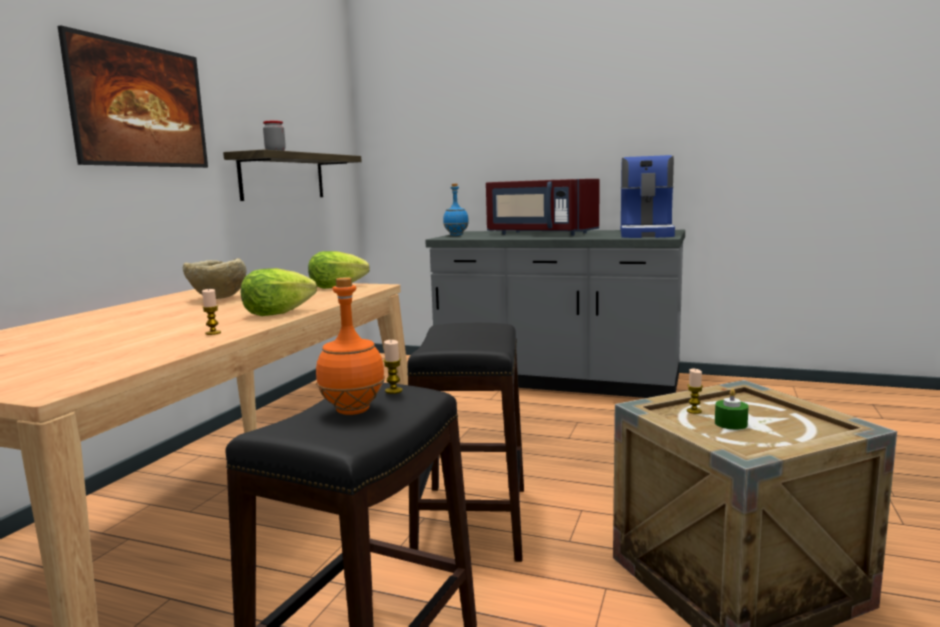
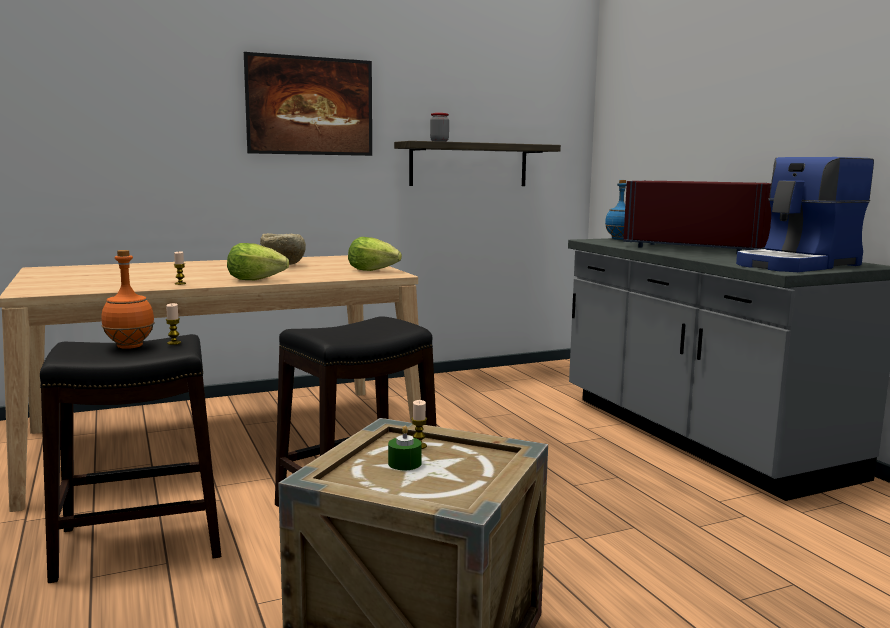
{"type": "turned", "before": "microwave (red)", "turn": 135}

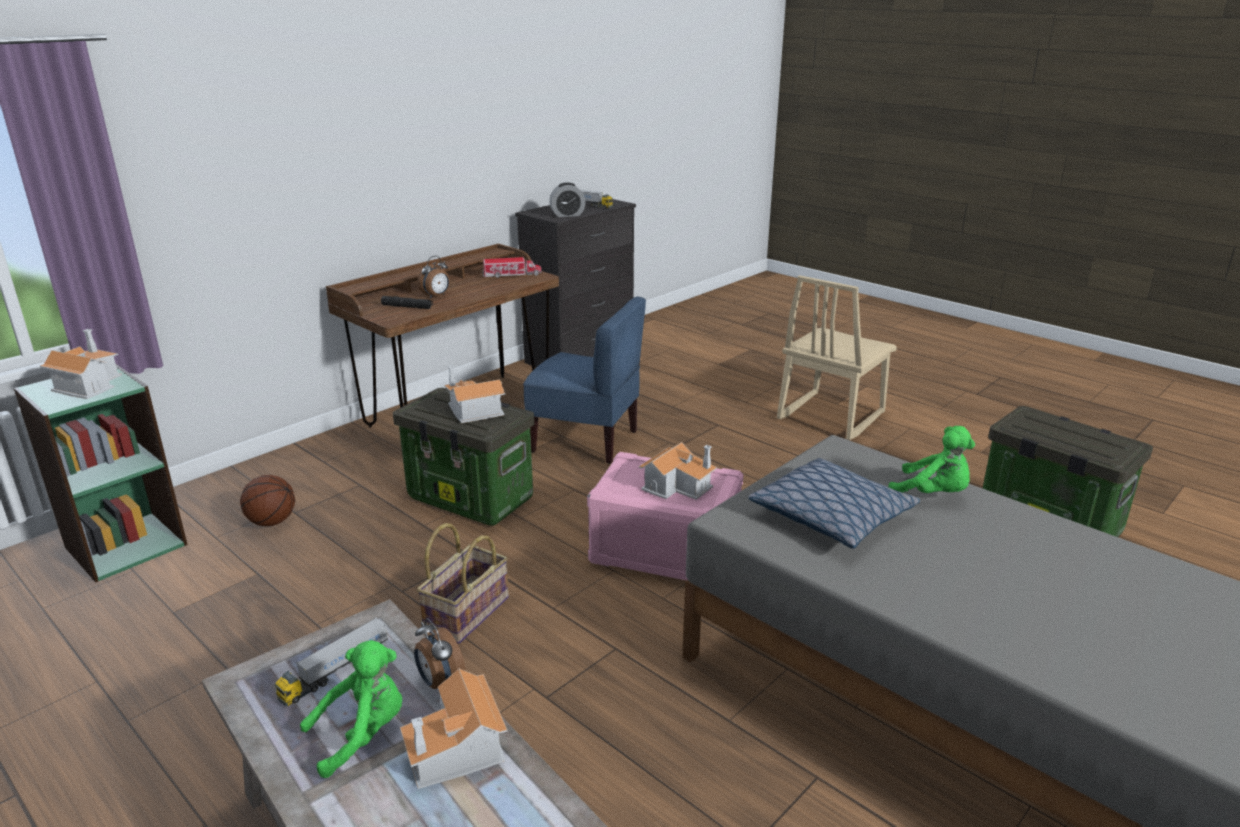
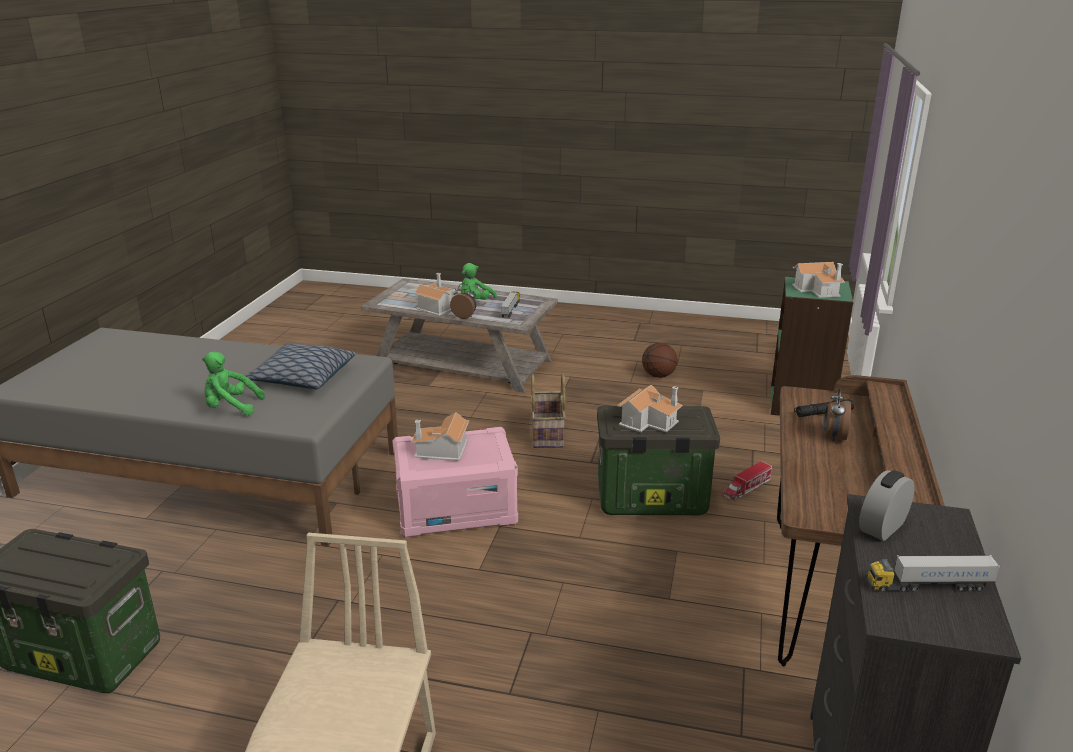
{"type": "moved", "before": "basketball"}
{"type": "moved", "before": "toy truck (2nd from left)"}
{"type": "removed", "before": "chair (blue)"}

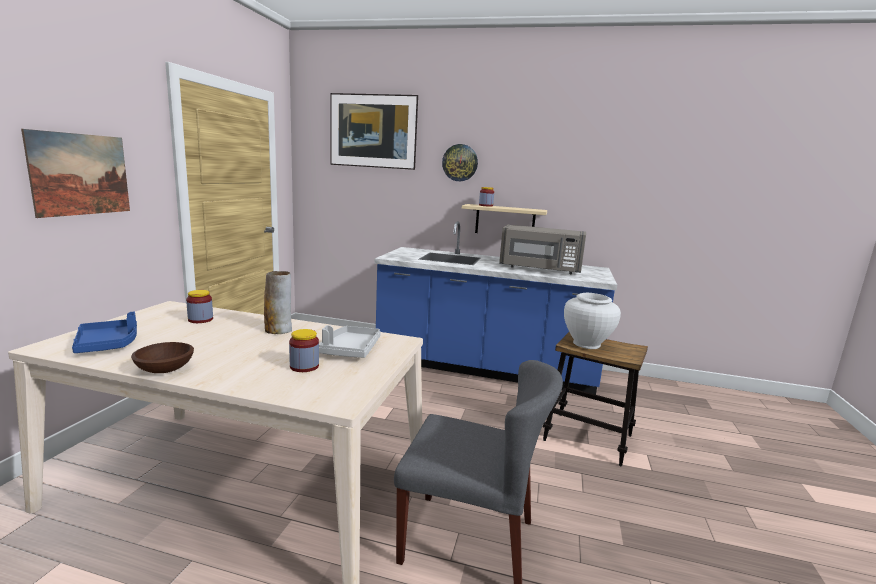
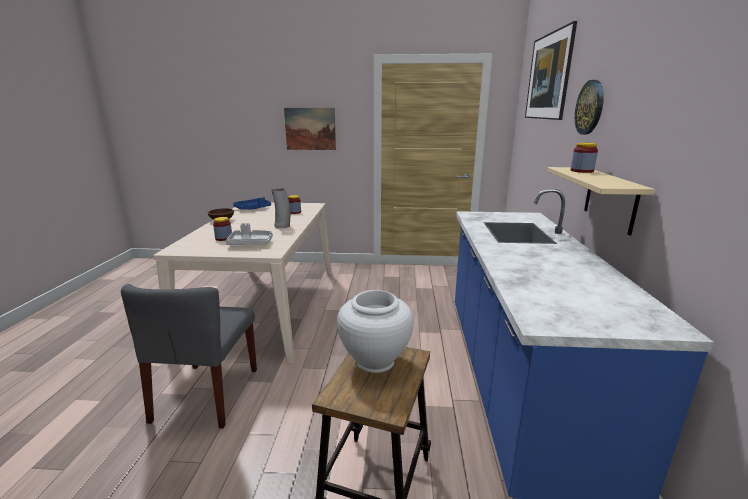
{"type": "removed", "before": "microwave (grey)"}

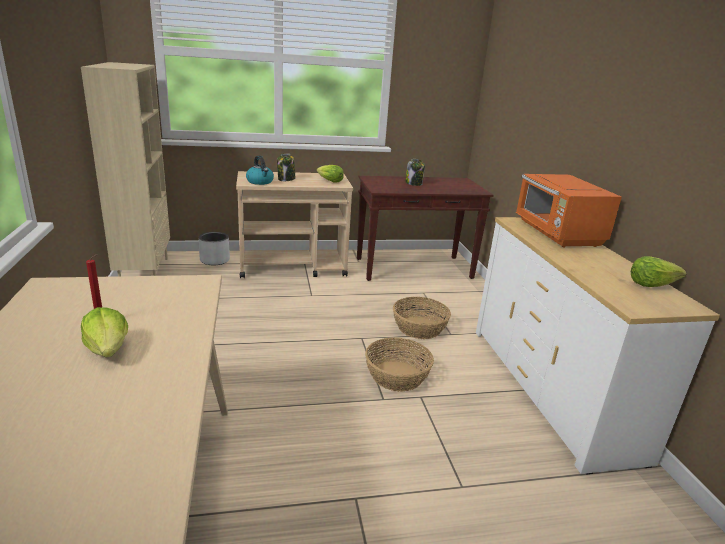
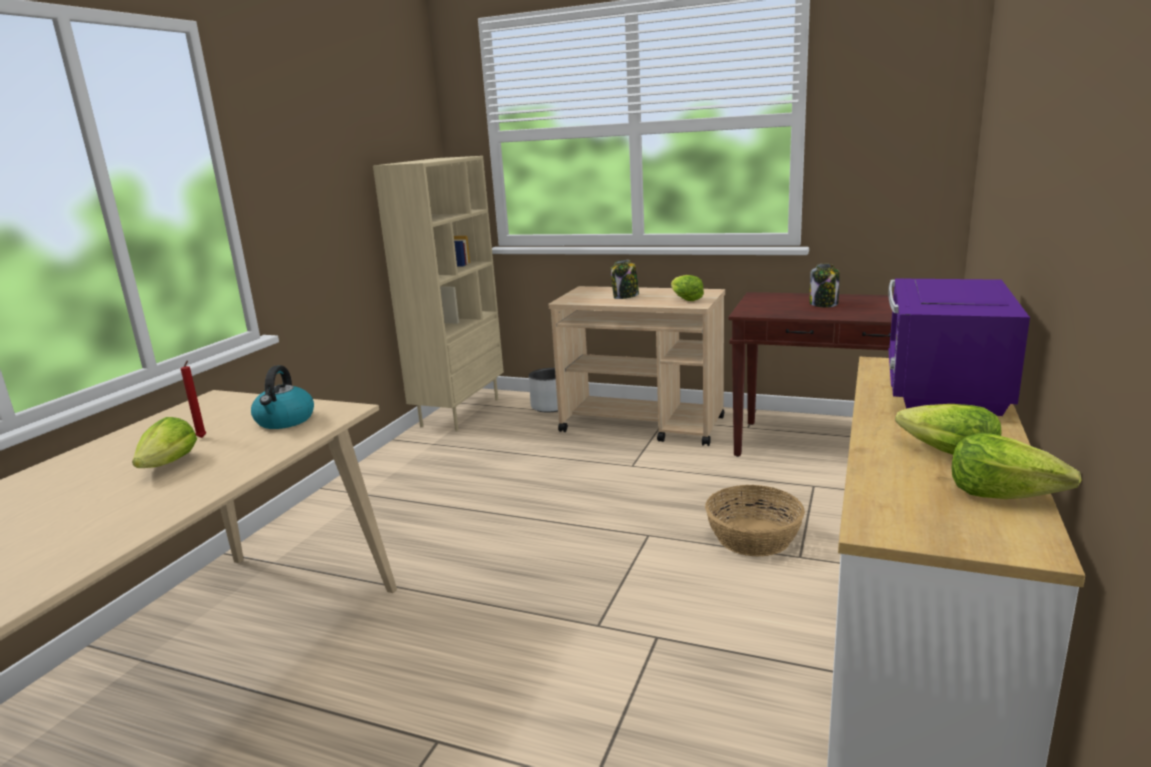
{"type": "moved", "before": "kettle"}
{"type": "recoloured", "before": "microwave (orange)", "after": "microwave (purple)"}
{"type": "added", "after": "lettuce (3rd from left)"}
{"type": "removed", "before": "basket (1st from left)"}

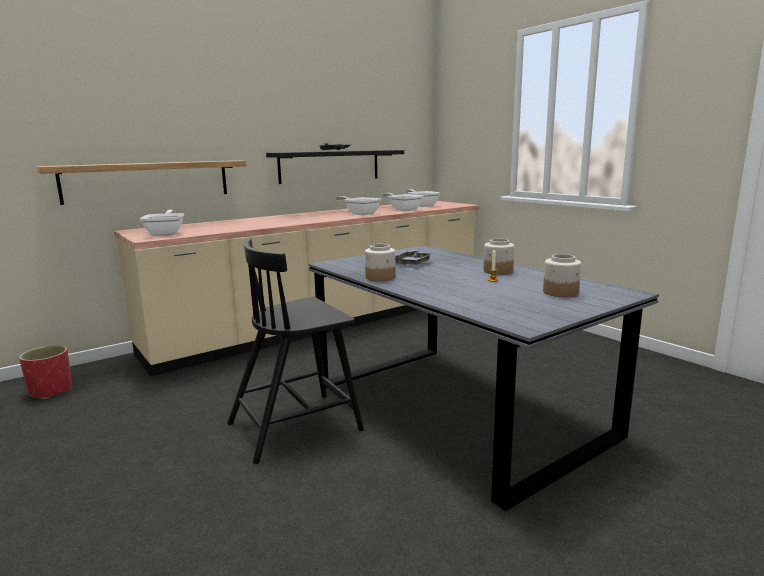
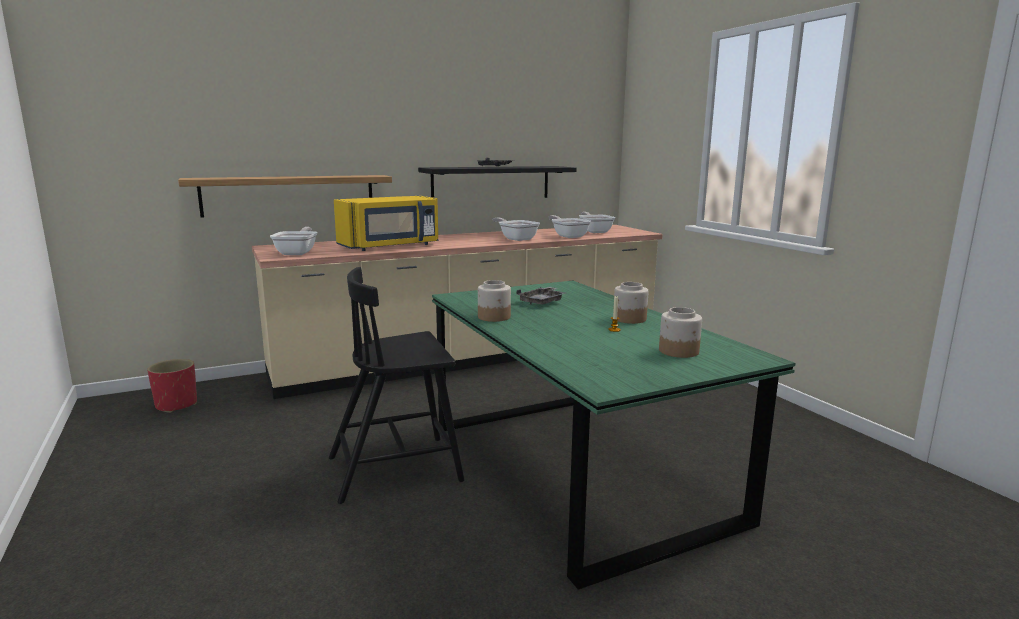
{"type": "added", "after": "microwave (yellow)"}
{"type": "recoloured", "before": "dining table (grey)", "after": "dining table (green)"}

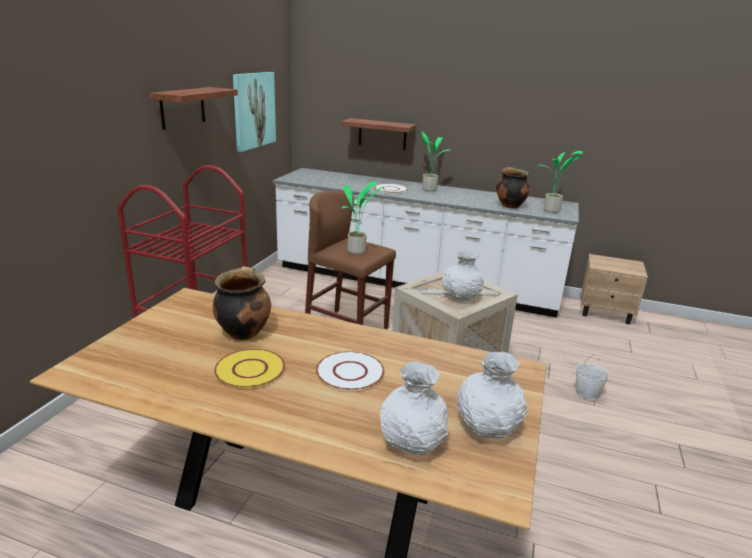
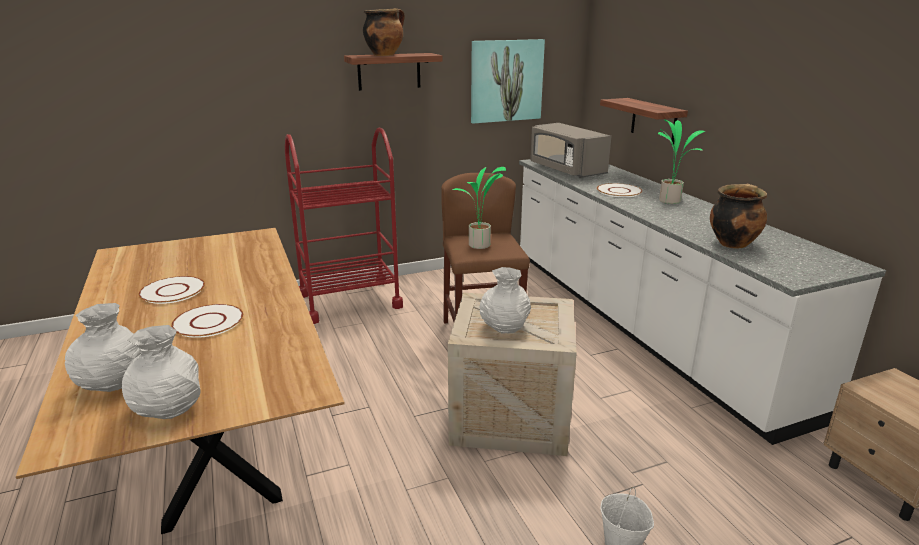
{"type": "recoloured", "before": "plate (yellow)", "after": "plate (white) (1st from left)"}
{"type": "moved", "before": "cooking pot (1st from left)"}
{"type": "added", "after": "microwave (grey)"}
{"type": "removed", "before": "potted plant (3rd from left)"}

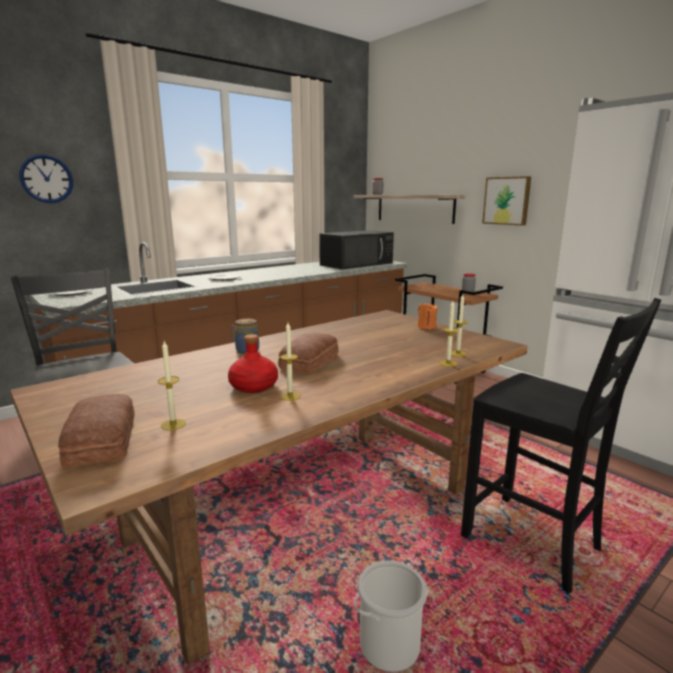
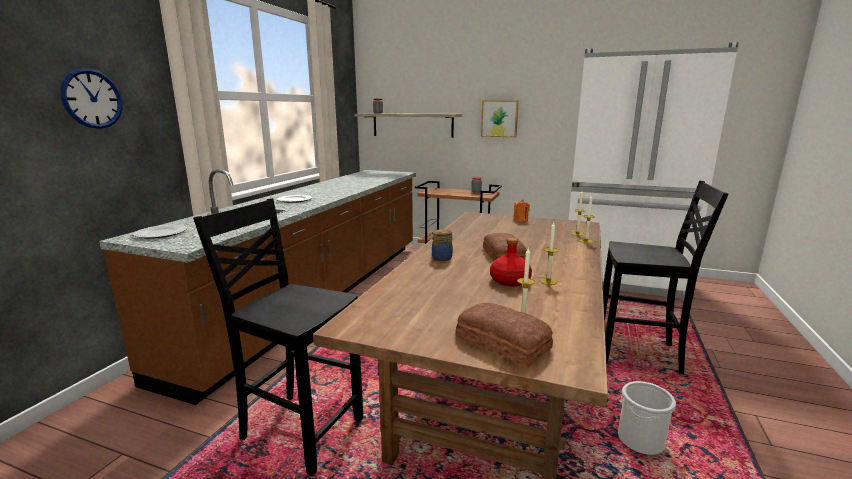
{"type": "removed", "before": "microwave (black)"}

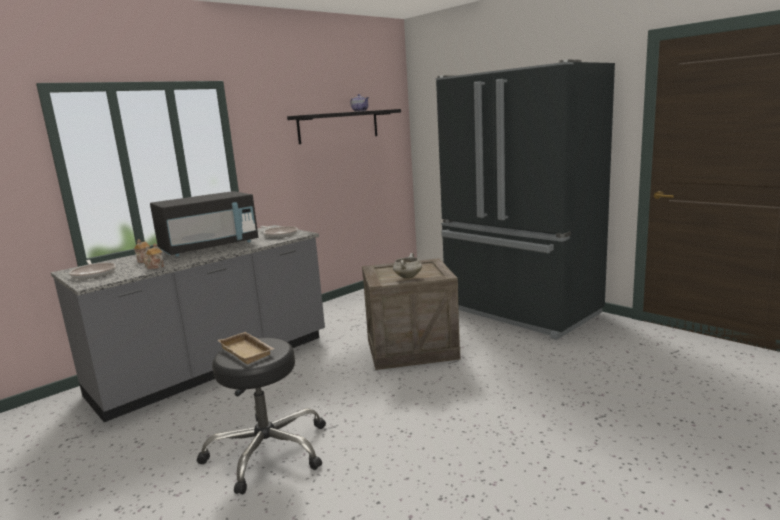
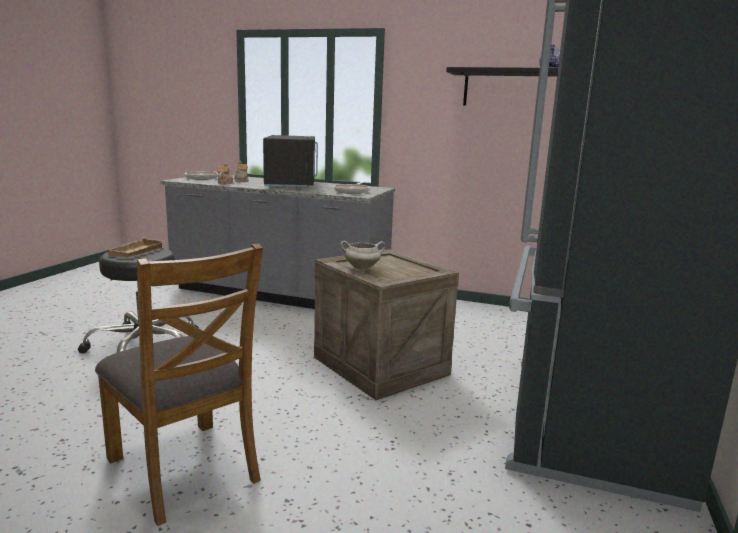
{"type": "added", "after": "chair (brown)"}
{"type": "turned", "before": "microwave (black)", "turn": -120}

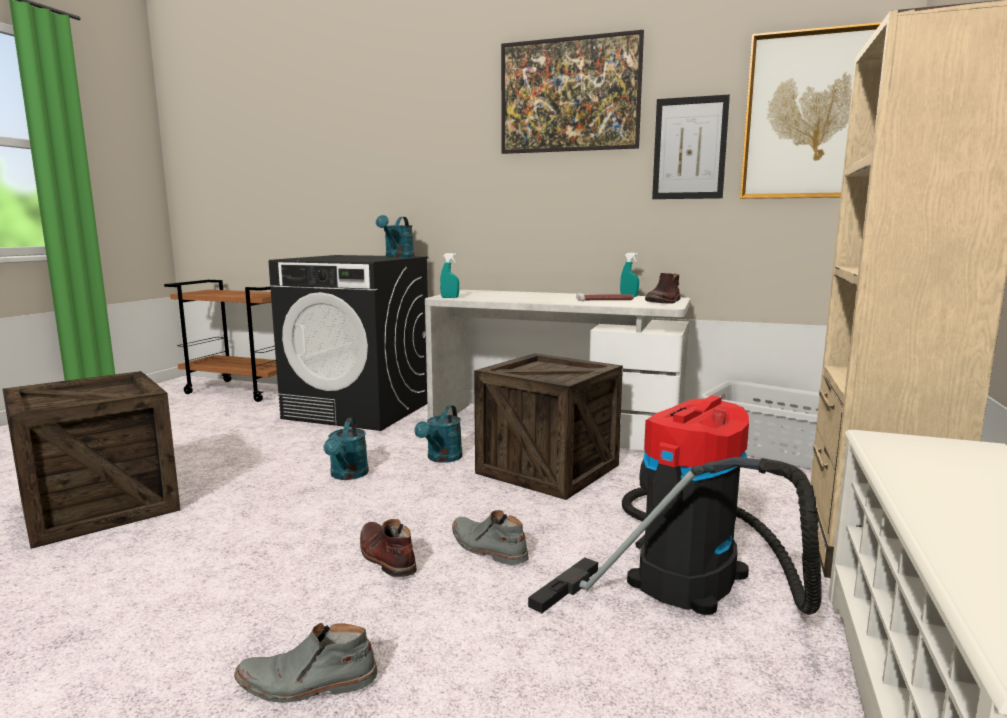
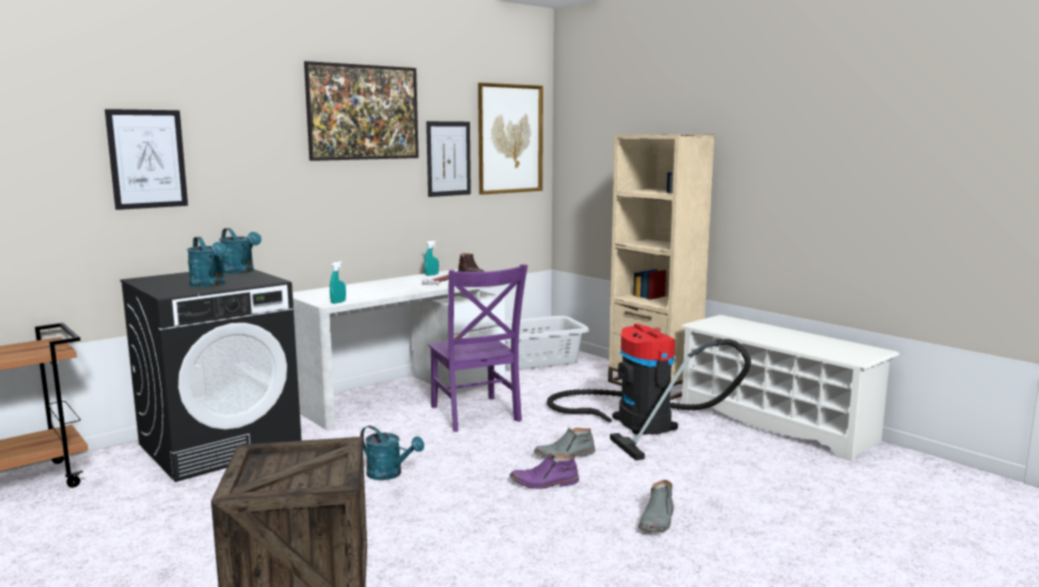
{"type": "added", "after": "picture (1st from left)"}
{"type": "moved", "before": "watering can (turquoise) (3rd from left in the first image)", "after": "watering can (turquoise) (1st from left)"}
{"type": "replaced", "before": "crate (2nd from left)", "after": "chair (purple)"}
{"type": "recoloured", "before": "boot (brown) (1st from left)", "after": "boot (purple)"}

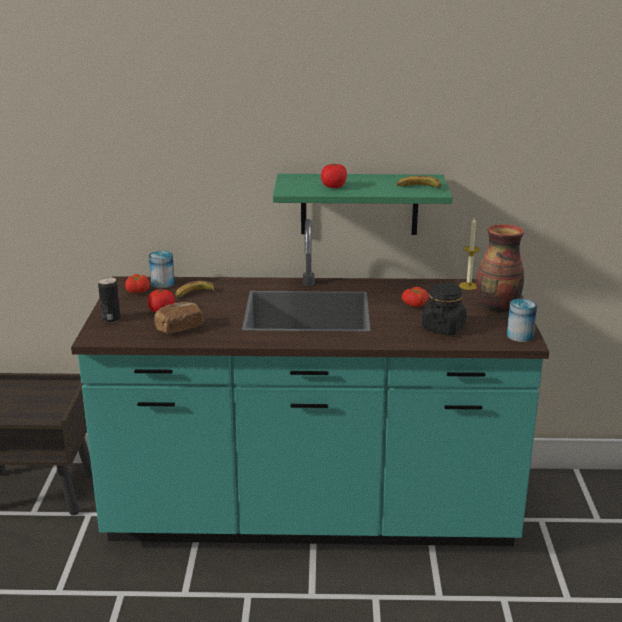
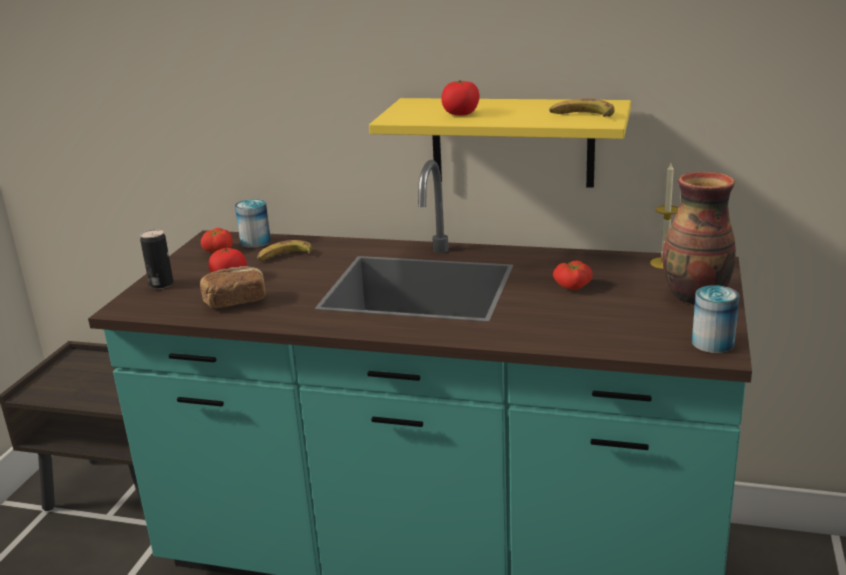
{"type": "recoloured", "before": "shelf (green)", "after": "shelf (yellow)"}
{"type": "removed", "before": "jar (black)"}

